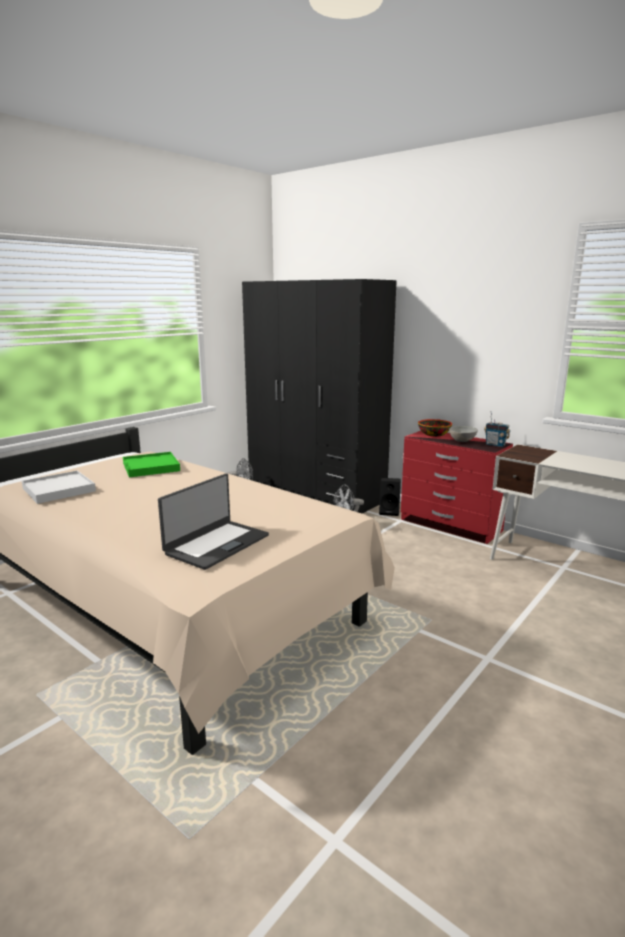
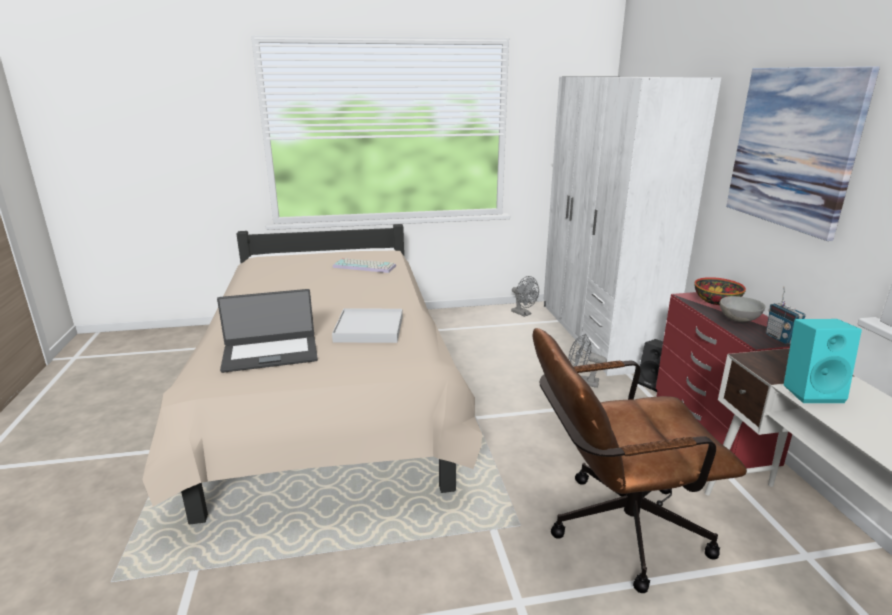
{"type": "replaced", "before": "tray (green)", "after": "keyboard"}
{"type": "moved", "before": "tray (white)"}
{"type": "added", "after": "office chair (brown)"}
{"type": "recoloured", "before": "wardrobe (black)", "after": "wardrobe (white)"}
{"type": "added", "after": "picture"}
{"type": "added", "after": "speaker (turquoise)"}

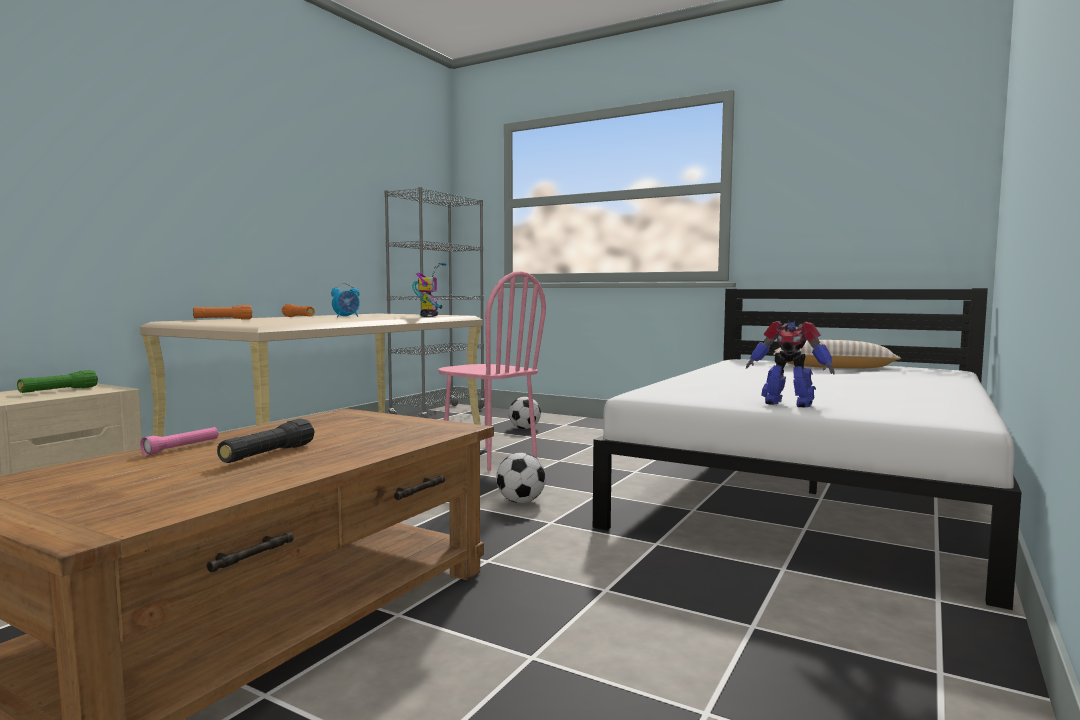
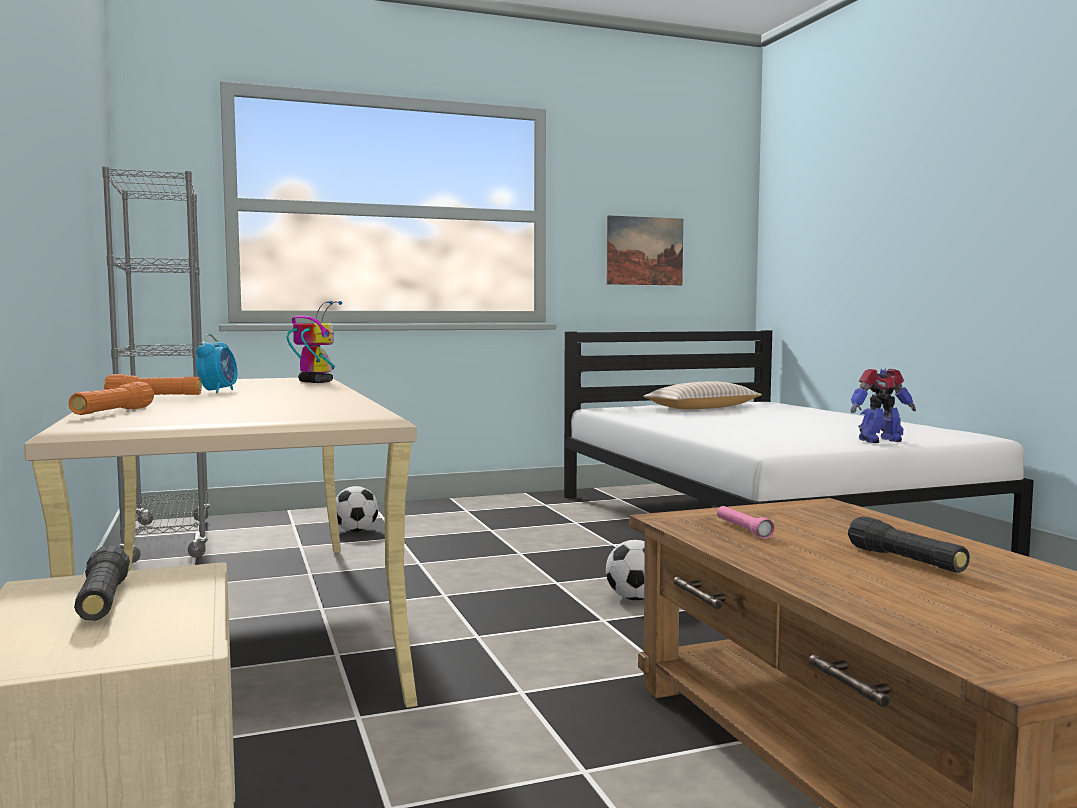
{"type": "recoloured", "before": "flashlight (green)", "after": "flashlight (black) (1st from left)"}
{"type": "added", "after": "picture"}
{"type": "moved", "before": "flashlight (pink)"}
{"type": "removed", "before": "chair (pink)"}

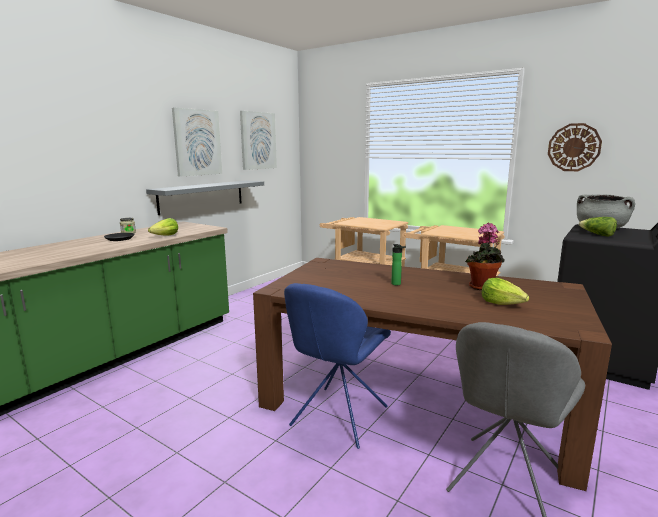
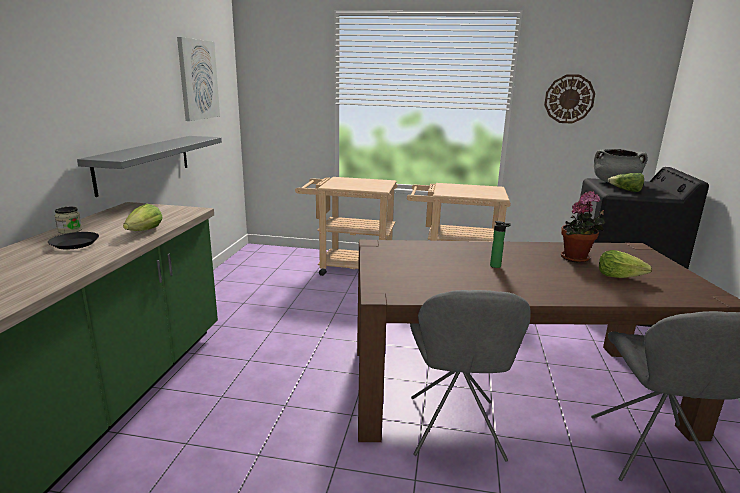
{"type": "recoloured", "before": "chair (blue)", "after": "chair (grey) (1st from left)"}
{"type": "removed", "before": "picture (1st from left)"}

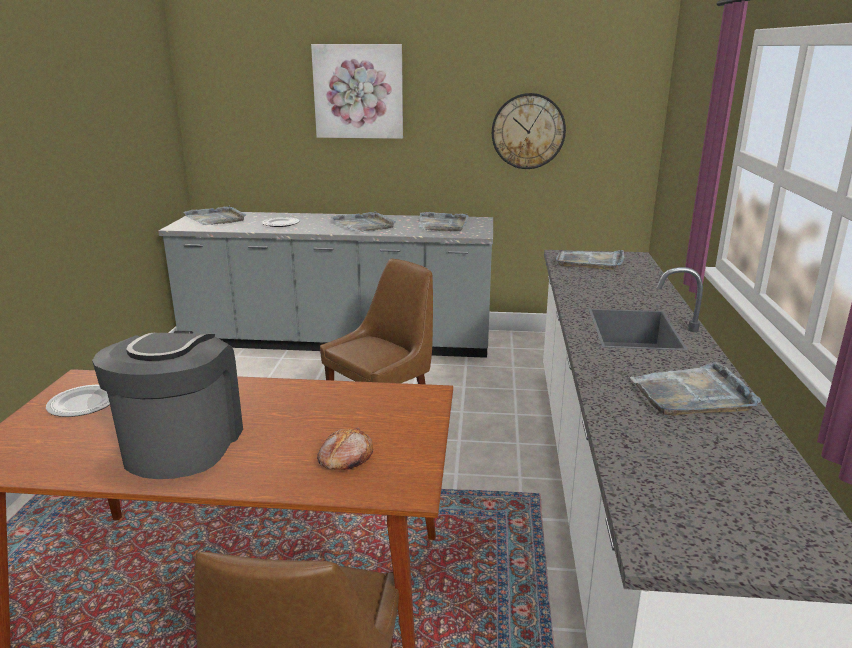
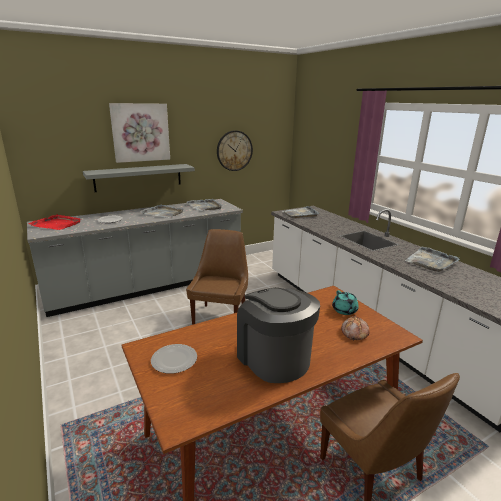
{"type": "recoloured", "before": "tray (grey) (1st from left)", "after": "tray (red)"}
{"type": "added", "after": "shelf (grey)"}
{"type": "added", "after": "teapot (turquoise)"}

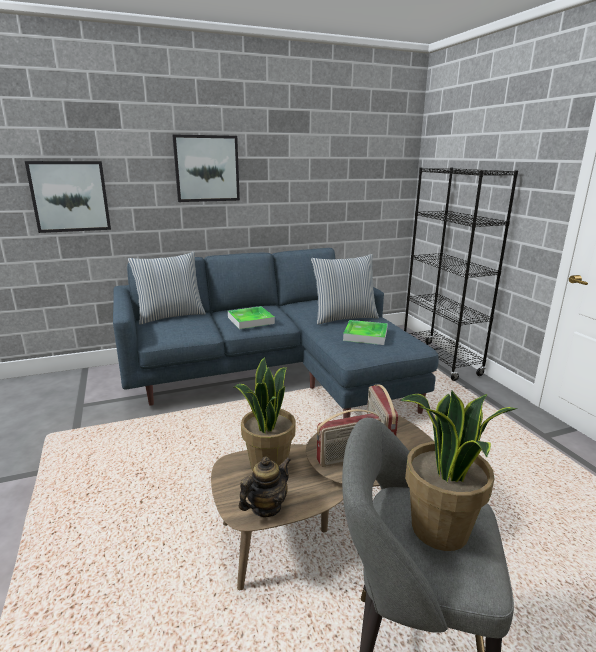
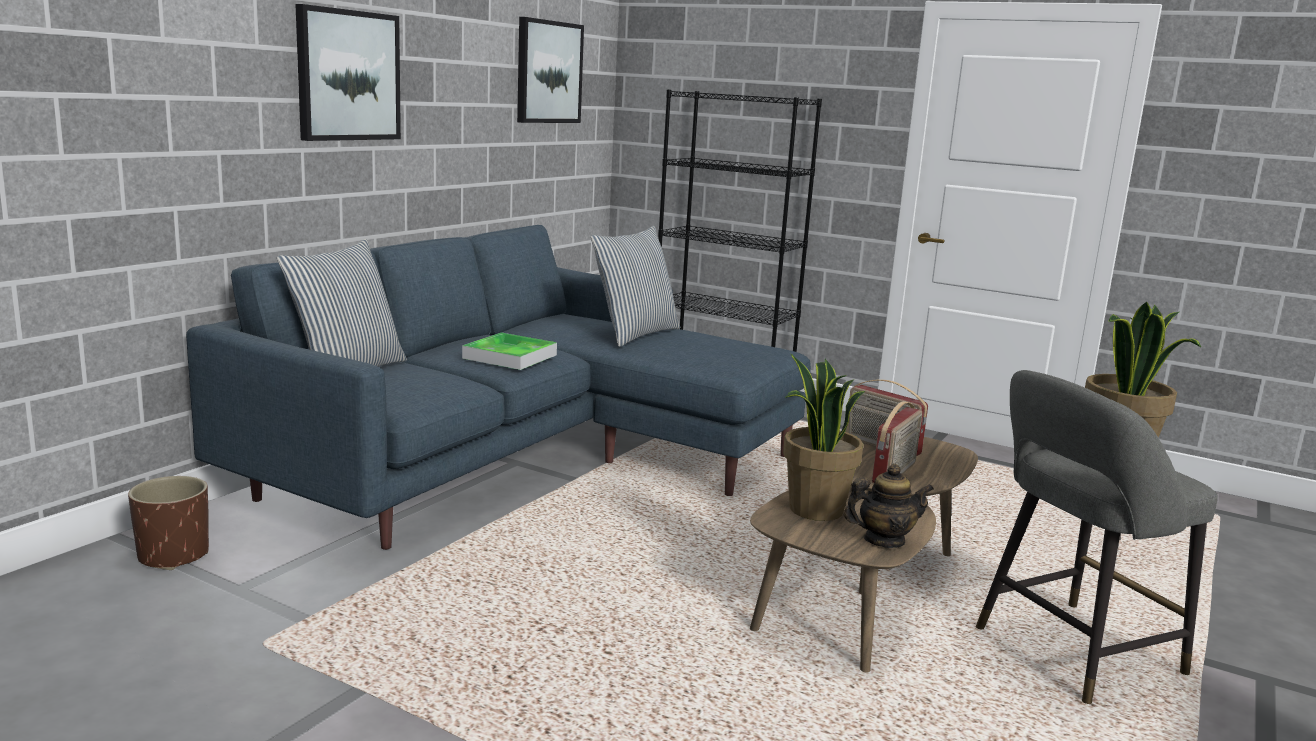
{"type": "added", "after": "planter (brown)"}
{"type": "moved", "before": "picture (1st from left in the first image)", "after": "picture (2nd from left)"}
{"type": "turned", "before": "teapot", "turn": 75}
{"type": "removed", "before": "tray (2nd from left)"}

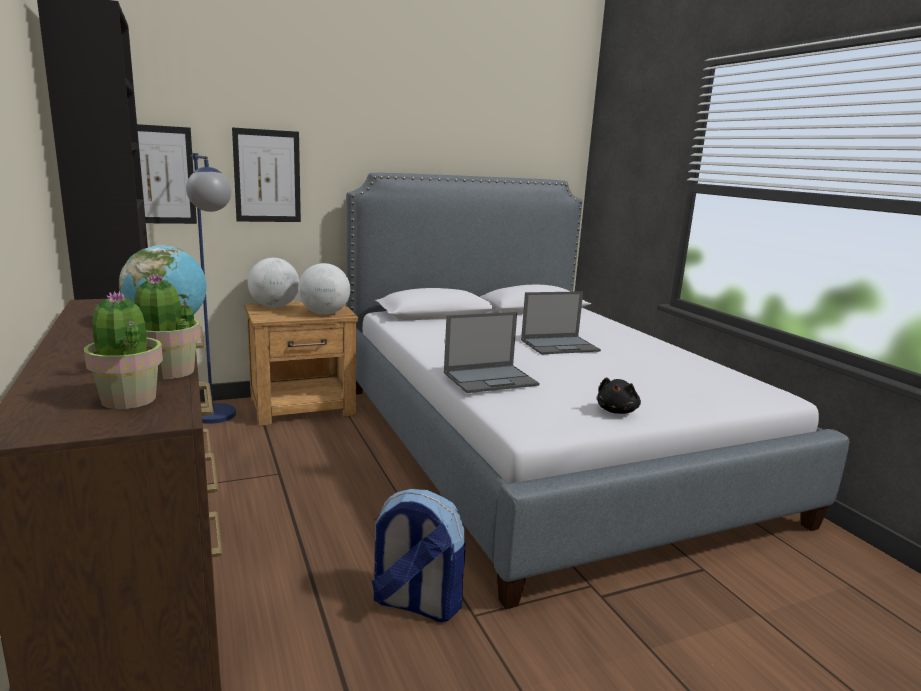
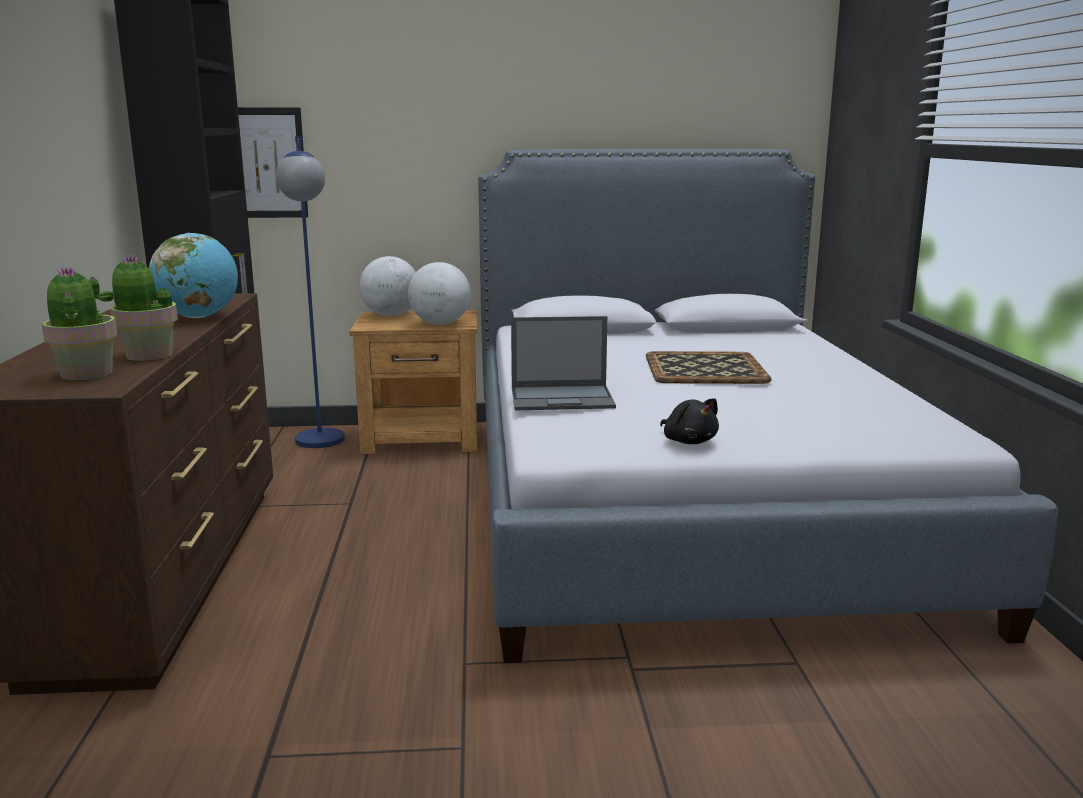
{"type": "replaced", "before": "laptop (2nd from left)", "after": "tray"}
{"type": "turned", "before": "plush toy (black)", "turn": -75}
{"type": "removed", "before": "picture (2nd from left)"}
{"type": "removed", "before": "backpack"}

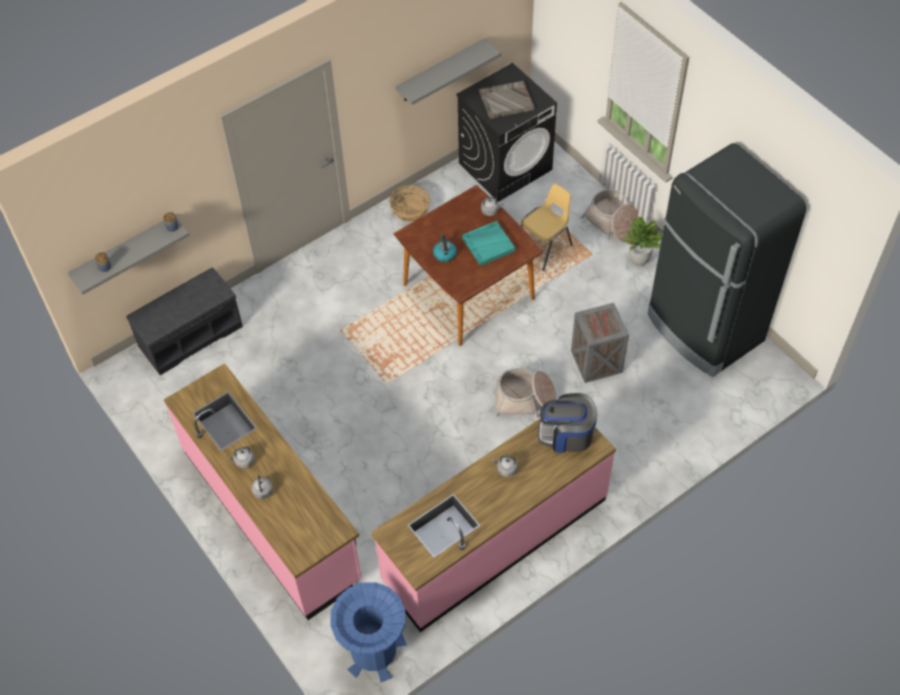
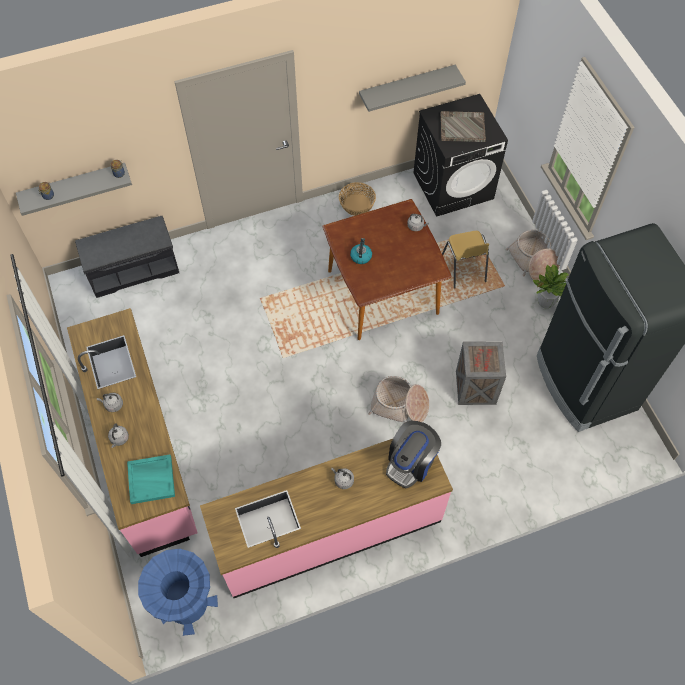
{"type": "moved", "before": "tray (turquoise)"}
{"type": "turned", "before": "coffee machine", "turn": -75}
{"type": "turned", "before": "chair (yellow)", "turn": 105}

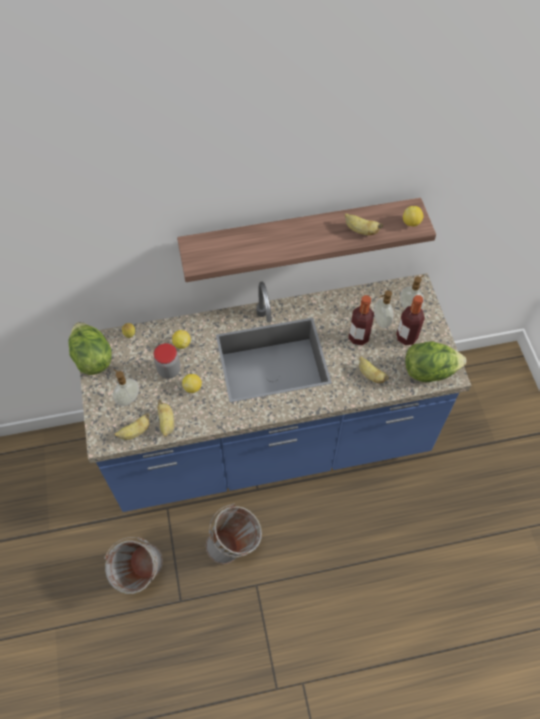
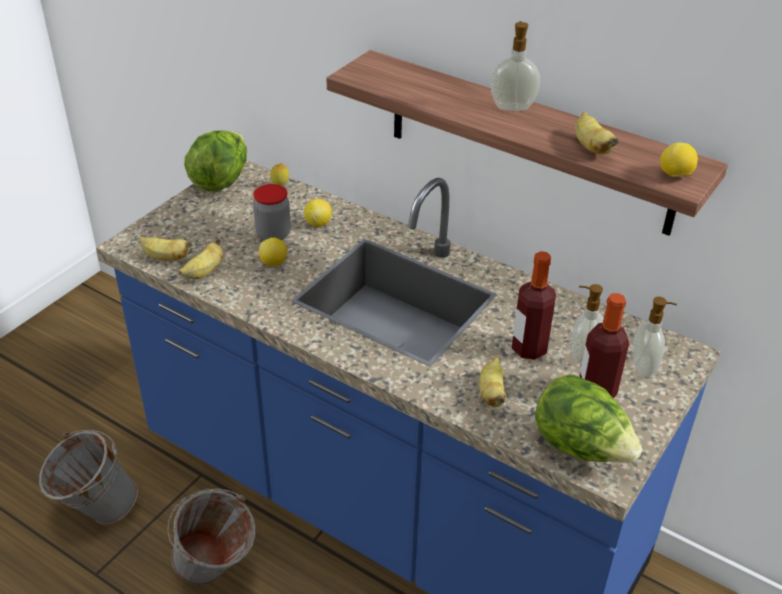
{"type": "moved", "before": "soap dispenser (1st from left)"}

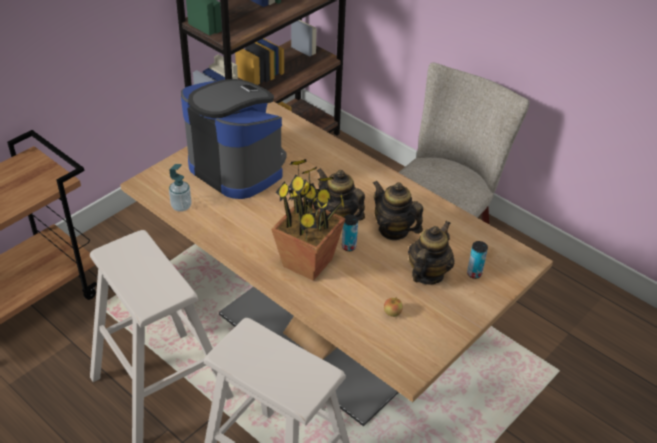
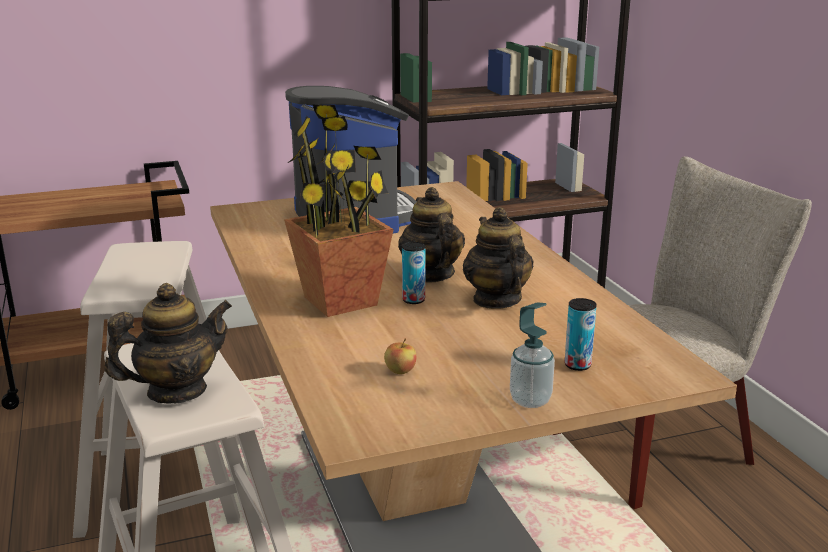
{"type": "moved", "before": "teapot (3rd from left in the first image)", "after": "teapot (1st from left)"}
{"type": "moved", "before": "soap dispenser"}

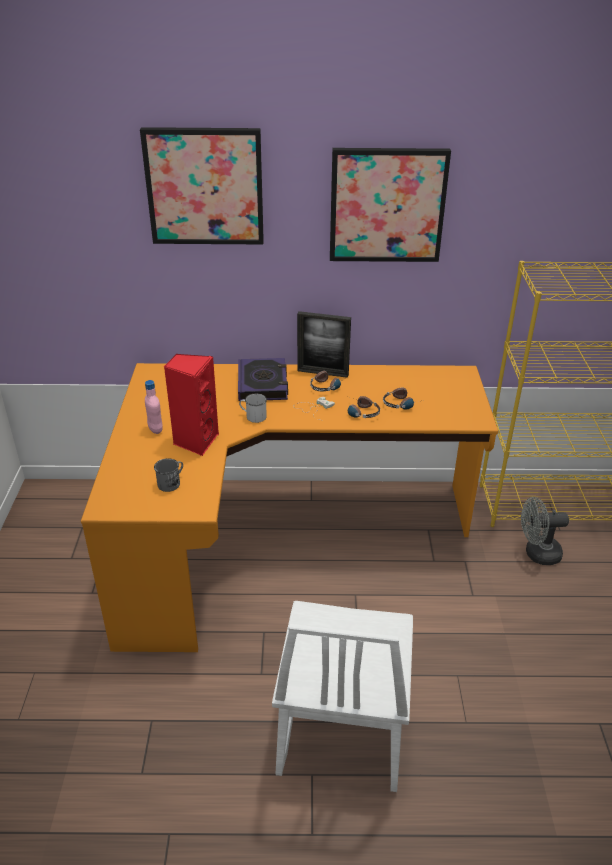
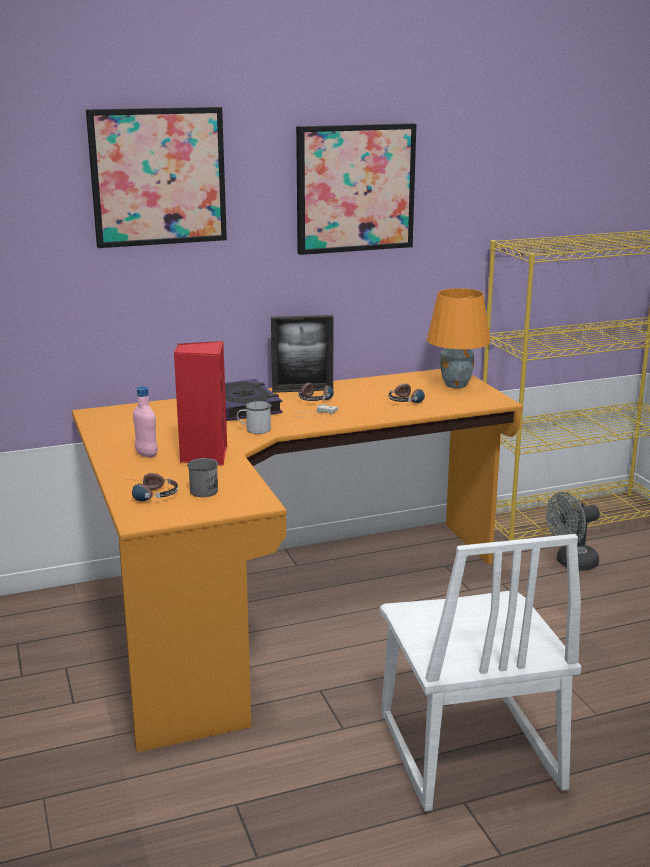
{"type": "moved", "before": "headphones (2nd from left in the first image)", "after": "headphones (1st from left)"}
{"type": "added", "after": "table lamp (orange)"}

